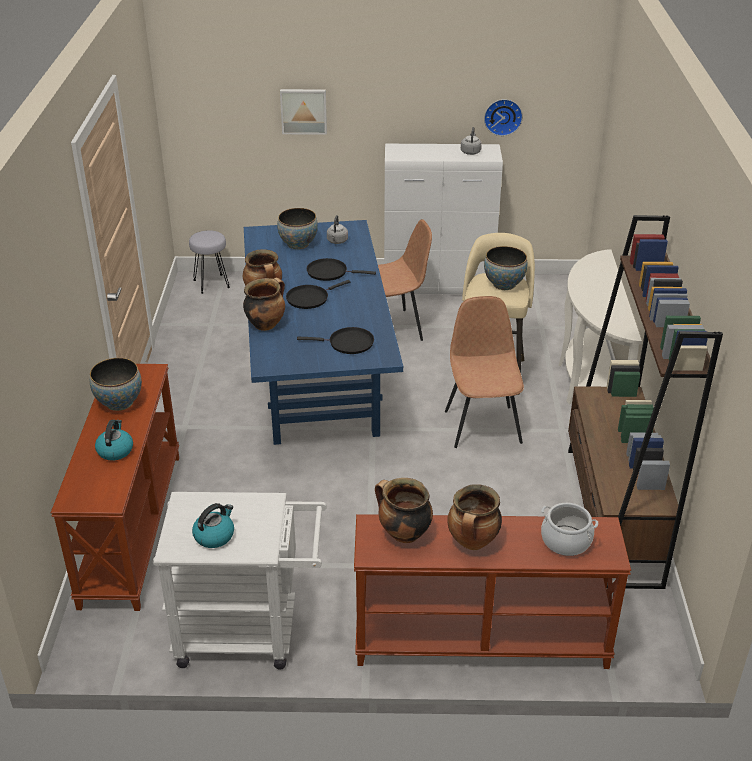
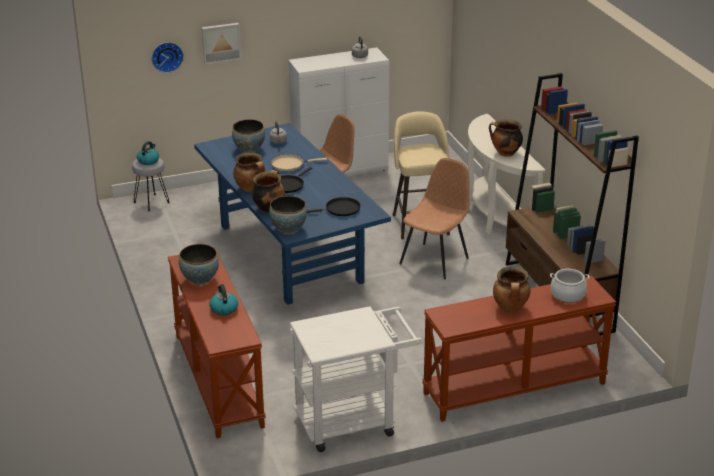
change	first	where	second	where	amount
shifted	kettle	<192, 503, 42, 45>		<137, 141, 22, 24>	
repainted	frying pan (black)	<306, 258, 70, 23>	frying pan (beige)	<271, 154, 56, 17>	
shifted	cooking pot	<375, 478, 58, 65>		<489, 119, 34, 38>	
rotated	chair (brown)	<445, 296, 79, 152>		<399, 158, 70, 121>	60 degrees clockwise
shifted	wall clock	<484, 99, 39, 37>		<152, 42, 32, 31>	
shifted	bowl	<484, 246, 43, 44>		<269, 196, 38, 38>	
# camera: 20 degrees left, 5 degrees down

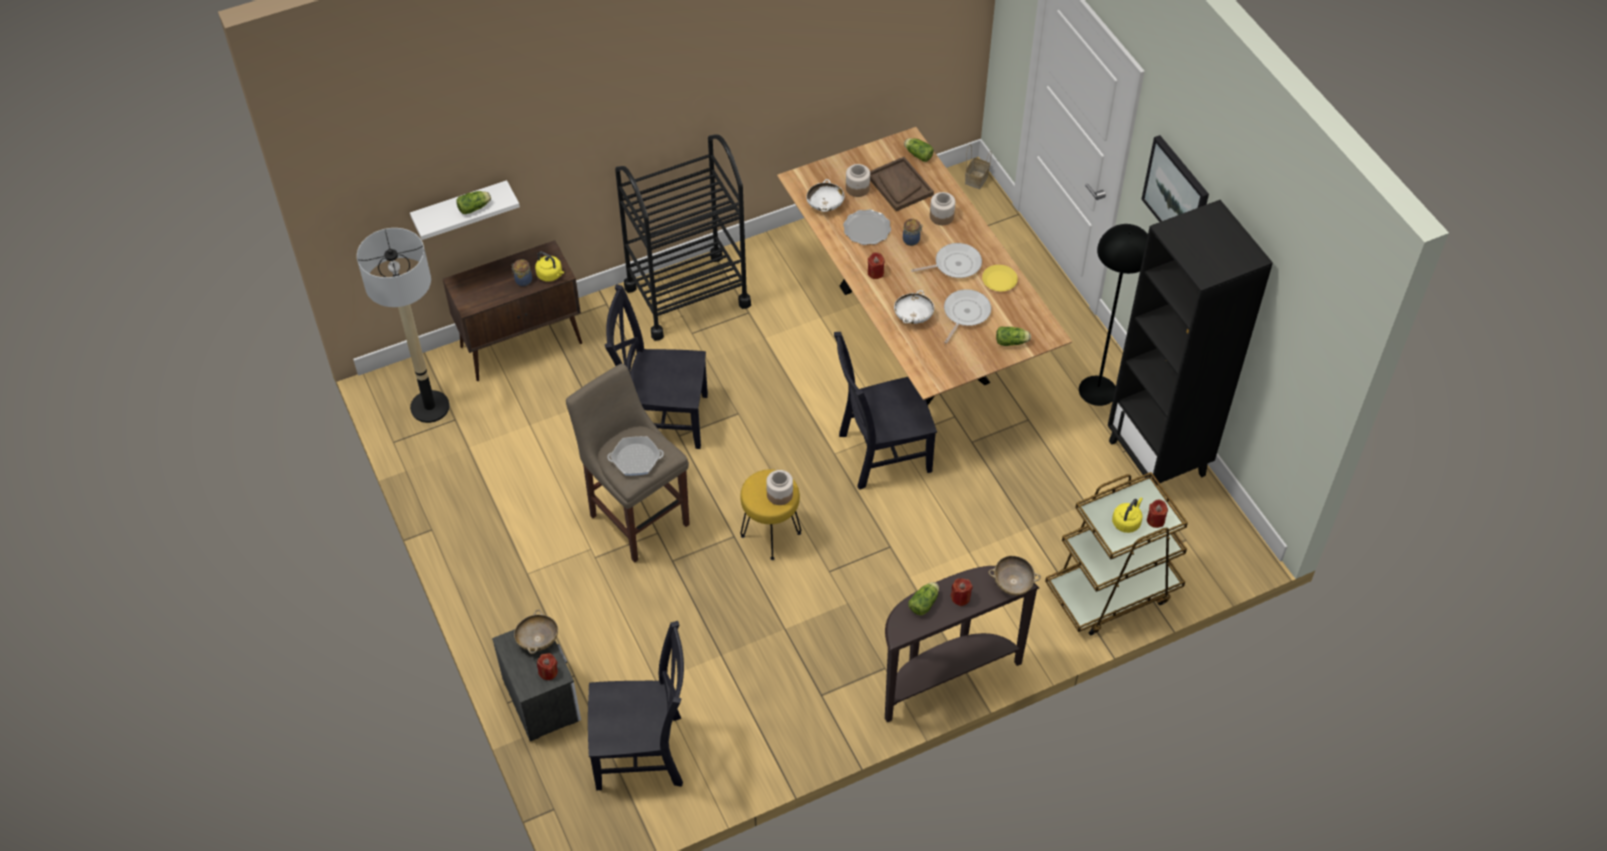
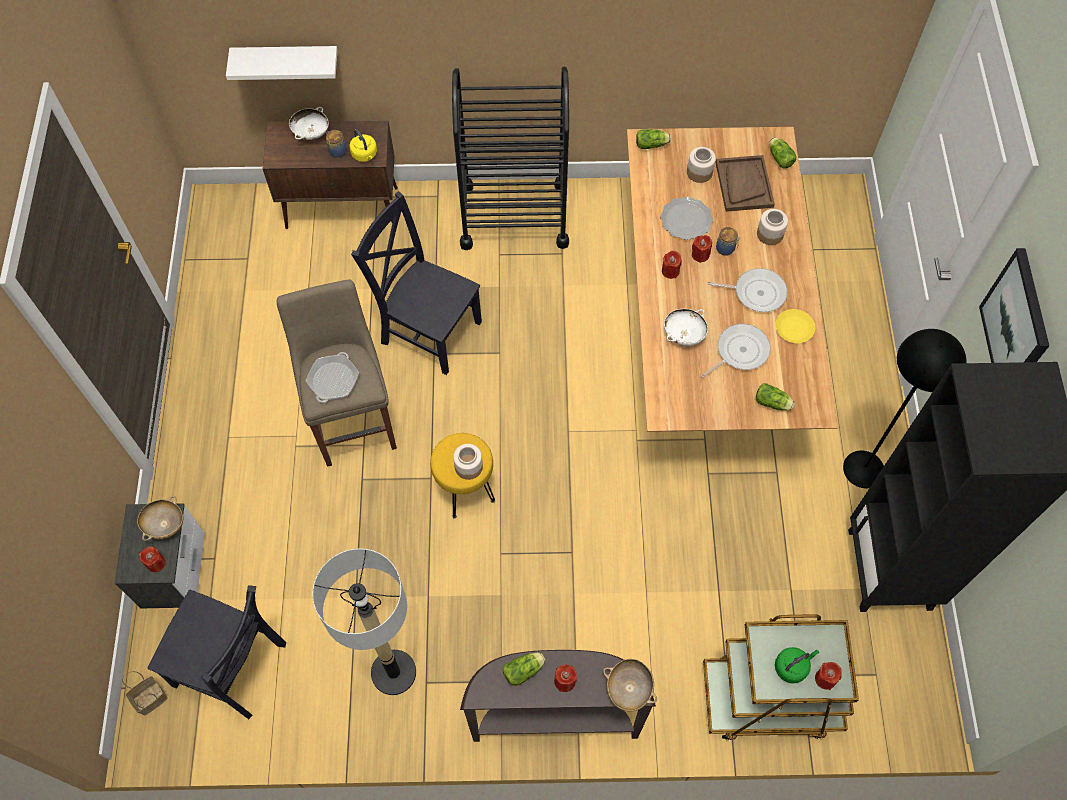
change	first	where	second	where	amount
shifted	floor lamp	<357, 228, 93, 195>		<312, 549, 104, 146>	
shifted	lettuce	<457, 191, 34, 23>		<636, 129, 35, 20>	
rotated	frying pan	<607, 436, 57, 40>		<306, 352, 53, 51>	90 degrees counterclockwise
shifted	bowl (white)	<806, 179, 38, 33>		<289, 107, 40, 33>	
gone	chair (black)	<834, 332, 103, 158>			
shifted	basket	<965, 144, 26, 45>		<122, 671, 46, 45>	
repainted	kettle (yellow)	<1112, 497, 31, 36>	kettle (green)	<775, 647, 44, 37>	
new			candle (red)	<692, 235, 20, 28>	
# camera: 25 degrees right, 10 degrees up

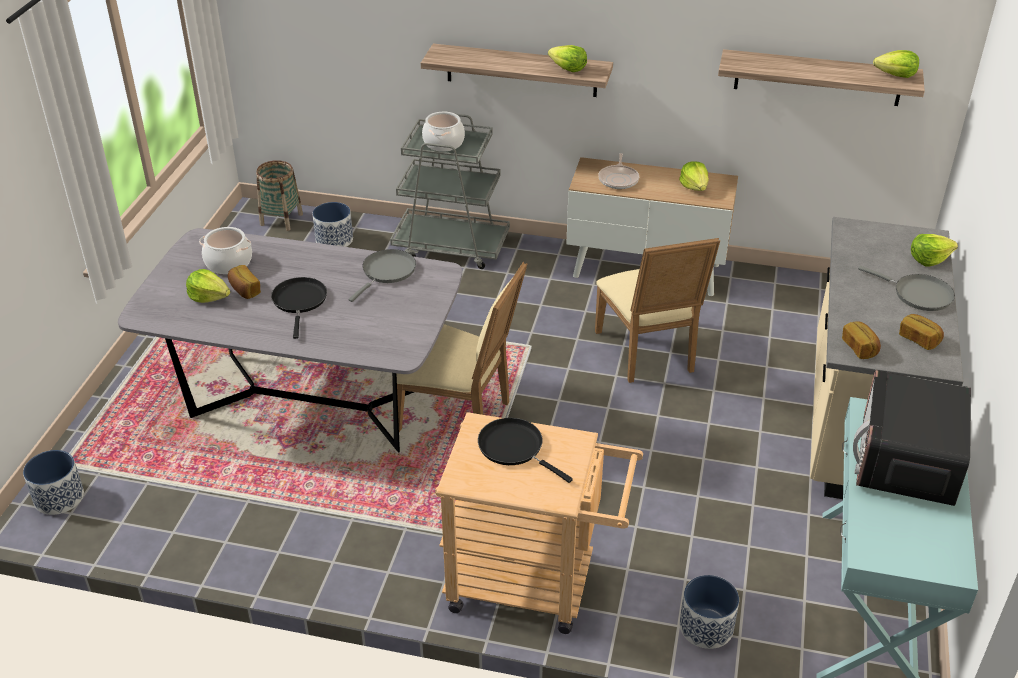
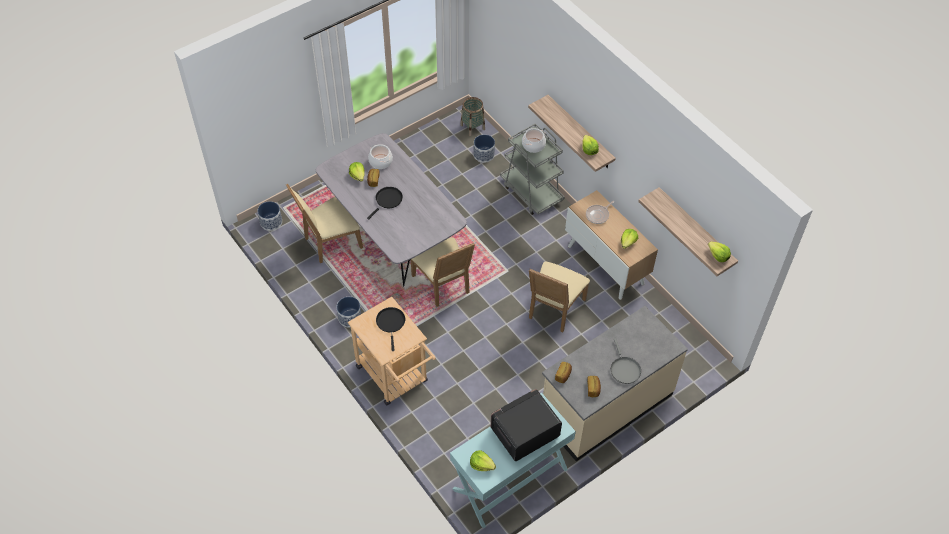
change	first	where	second	where	amount
gone	frying pan (grey)	<348, 249, 68, 53>			
shifted	planter	<680, 575, 59, 74>		<336, 297, 25, 30>	
shifted	lettuce	<911, 234, 47, 32>		<470, 450, 26, 21>	
new			chair (beige)	<286, 183, 77, 80>	
# camera: 40 degrees right, 15 degrees up

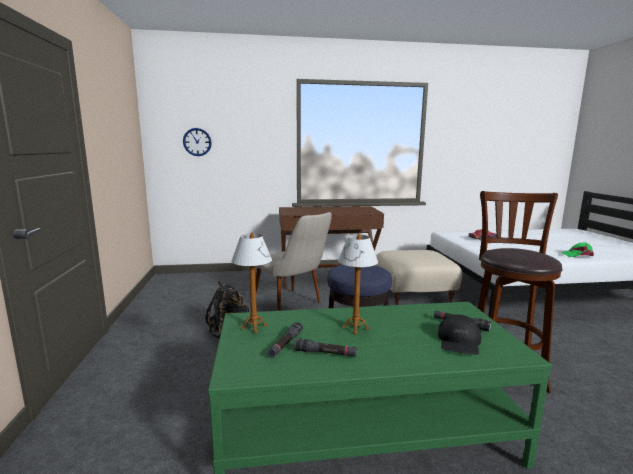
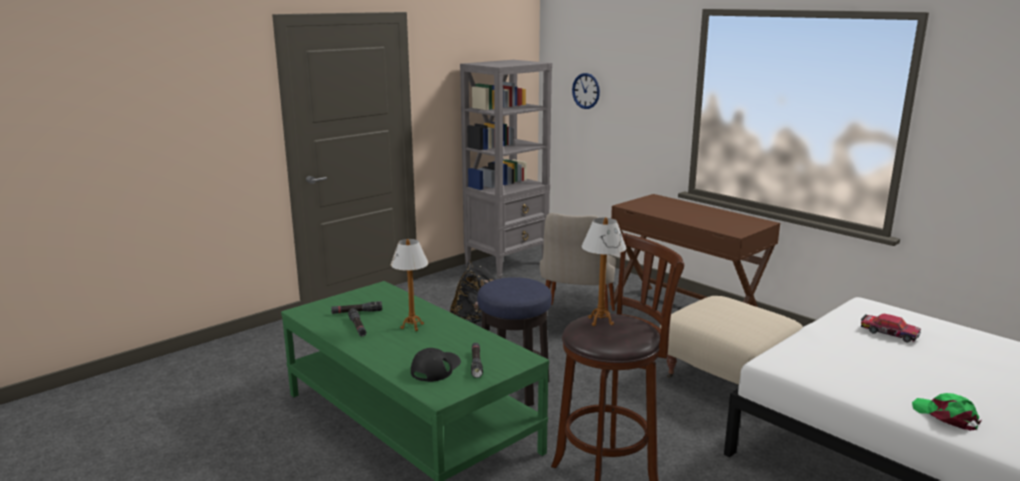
change	first	where	second	where	amount
shifted	table lamp	<232, 233, 40, 100>		<582, 217, 44, 109>	
rotated	cap (black)	<438, 314, 44, 41>		<411, 348, 50, 34>	135 degrees clockwise
new			bookcase (grey)	<460, 60, 92, 219>	
# camera: 55 degrees right, 5 degrees up

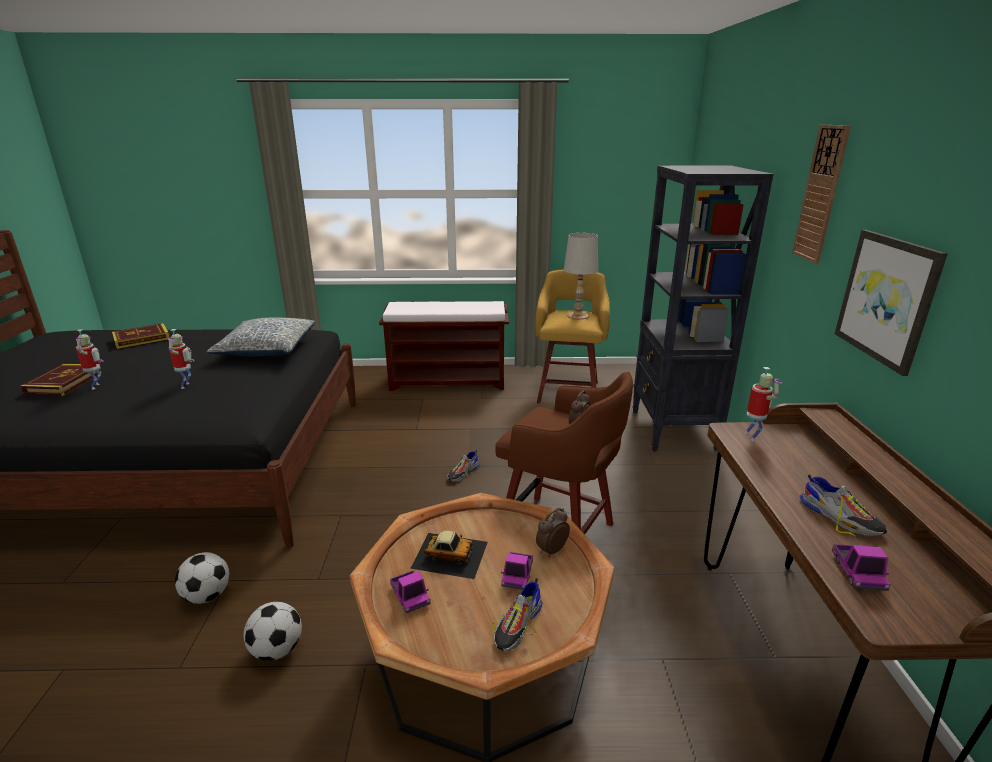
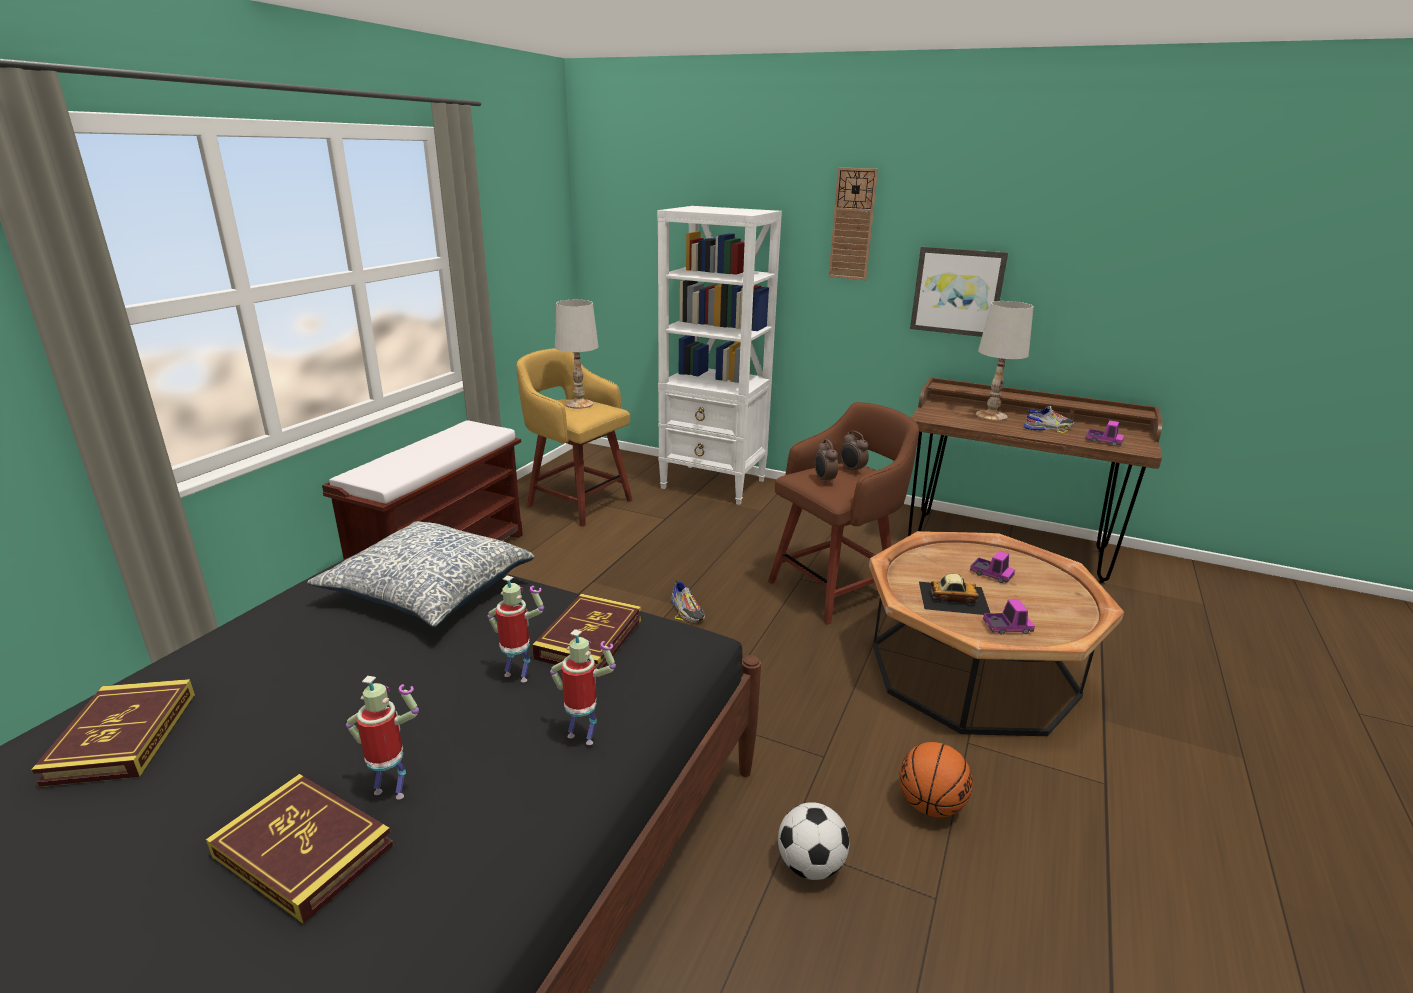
change	first	where	second	where	amount
swapped	football	<244, 602, 58, 59>	basketball	<899, 742, 74, 75>	
rotated	toy car	<410, 530, 78, 49>		<919, 574, 71, 41>	60 degrees clockwise
gone	shoe	<492, 578, 51, 73>			
shifted	alarm clock	<536, 508, 34, 49>		<815, 439, 23, 45>	
repainted	bookcase (black)	<633, 166, 141, 285>	bookcase (white)	<657, 206, 125, 299>	
shifted	toy robot	<745, 367, 37, 74>		<550, 629, 66, 116>	
new			book	<532, 594, 109, 75>	
new			table lamp (white)	<976, 301, 58, 120>	
# camera: 65 degrees left, 0 degrees up

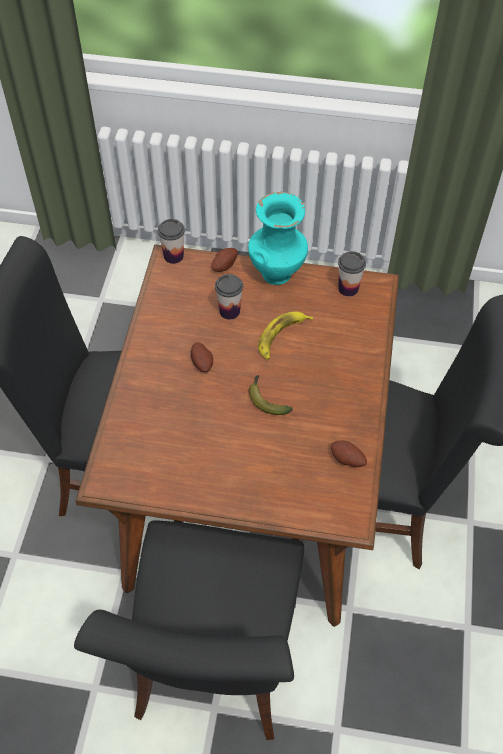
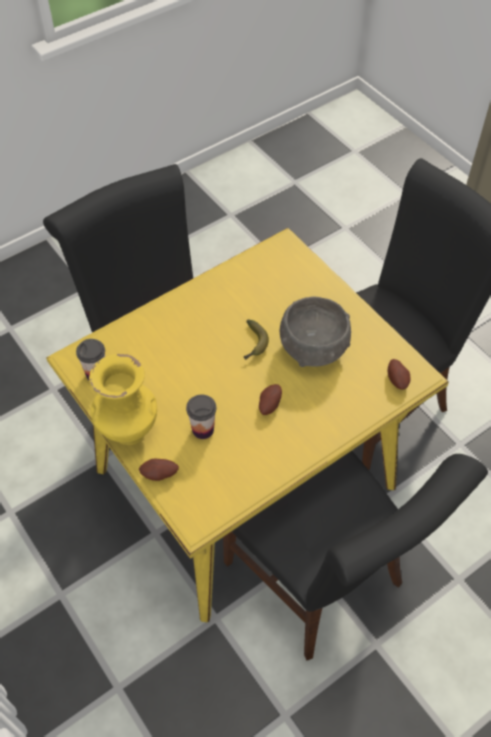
change	first	where	second	where	amount
repainted	dining table (brown)	<76, 244, 323, 383>	dining table (yellow)	<46, 228, 403, 394>	
gone	cup	<158, 219, 27, 45>			
repainted	vase (turquoise)	<248, 192, 60, 93>	vase (yellow)	<89, 354, 68, 91>	
gone	banana	<258, 311, 55, 49>			
shifted	potato	<331, 440, 36, 27>		<388, 359, 23, 31>	
new			bowl (grey)	<279, 296, 72, 71>	
# camera: 135 degrees left, 0 degrees up

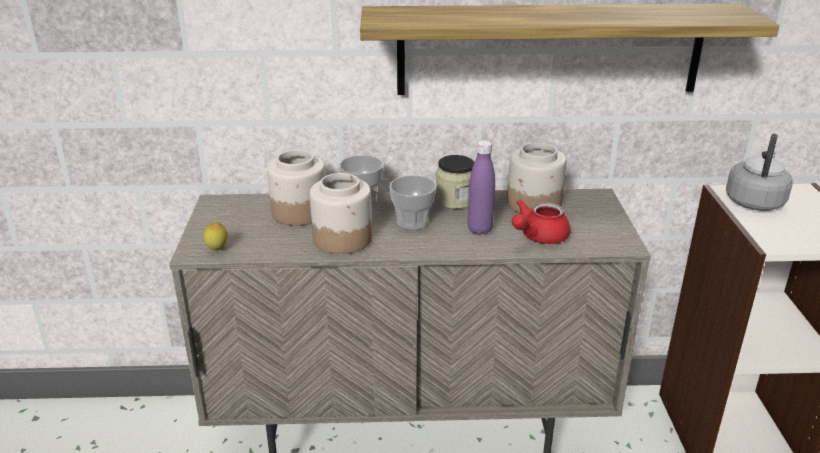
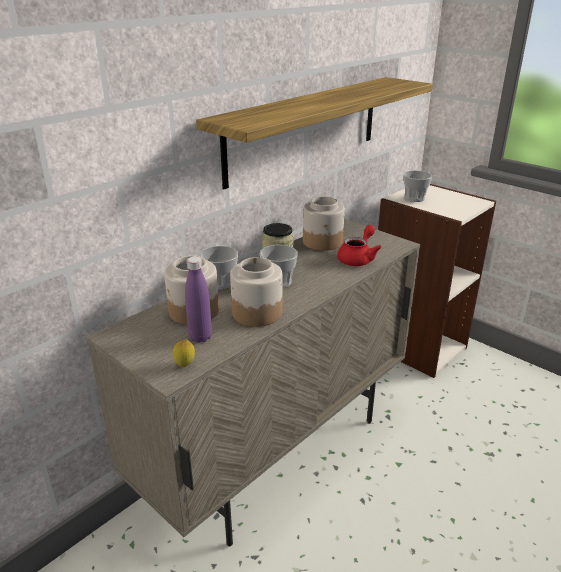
change	first	where	second	where	amount
shifted	bottle (purple)	<468, 140, 27, 95>		<185, 256, 27, 87>	
rotated	teapot (red)	<512, 200, 59, 44>		<337, 225, 45, 41>	150 degrees counterclockwise
swapped	kettle (grey)	<726, 134, 67, 77>	cup	<403, 170, 29, 32>	
# camera: 45 degrees left, 0 degrees up

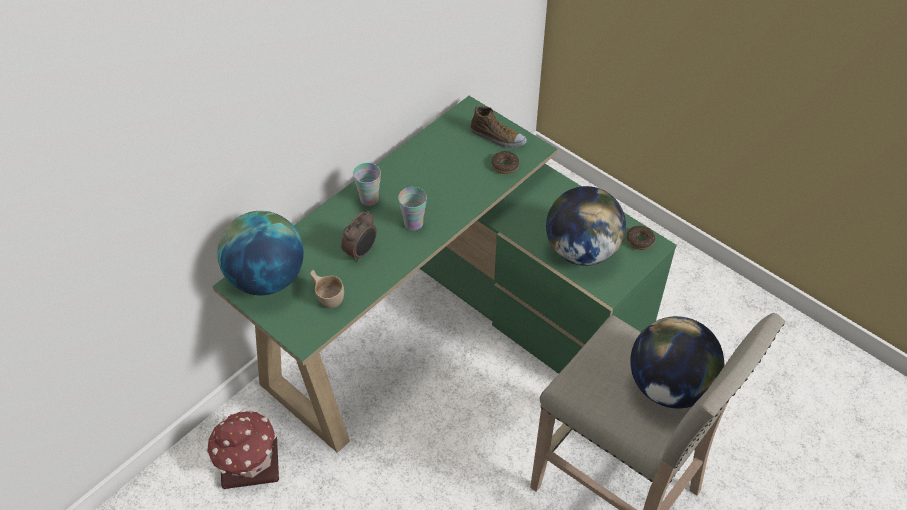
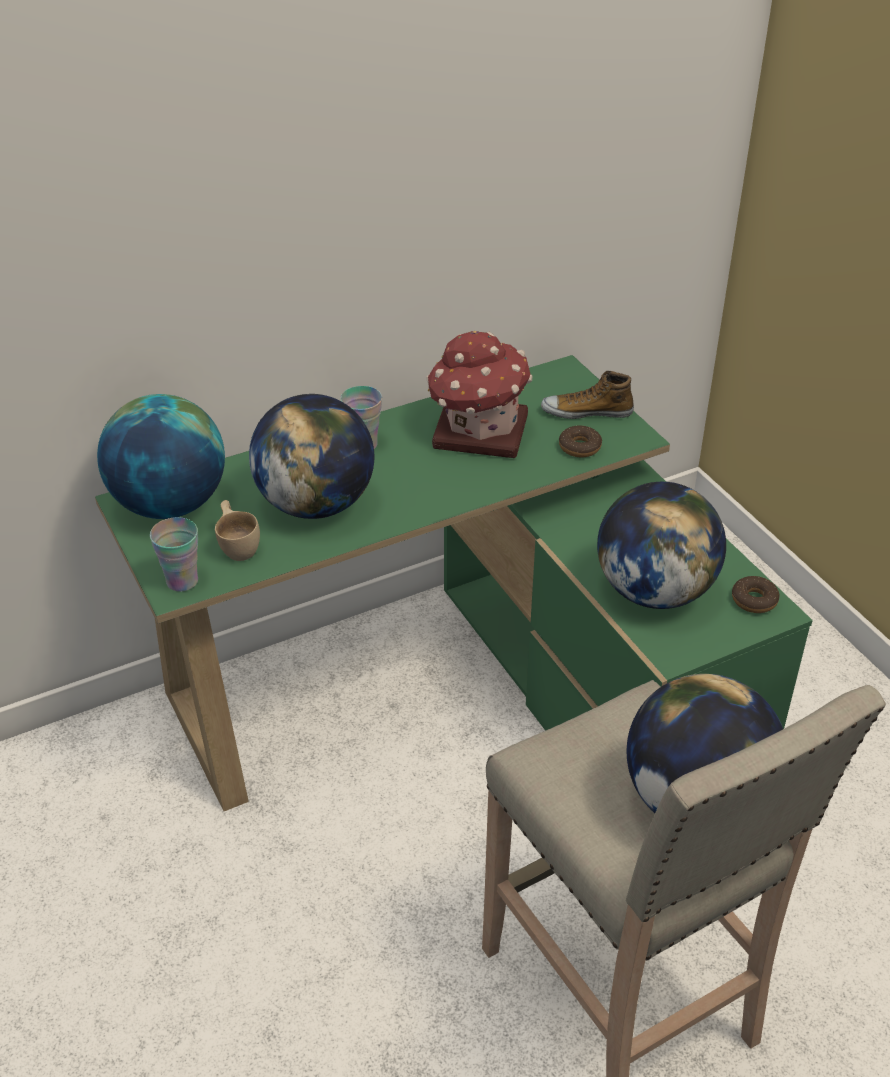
change	first	where	second	where	amount
shifted	toy house	<207, 409, 72, 80>		<426, 331, 106, 127>	
swapped	alarm clock	<341, 211, 36, 51>	globe	<249, 394, 125, 125>	
shifted	cup	<398, 187, 29, 43>		<150, 517, 48, 75>	
rotated	shoe	<470, 106, 57, 42>		<541, 371, 93, 48>	135 degrees clockwise
# camera: 20 degrees right, 10 degrees down

